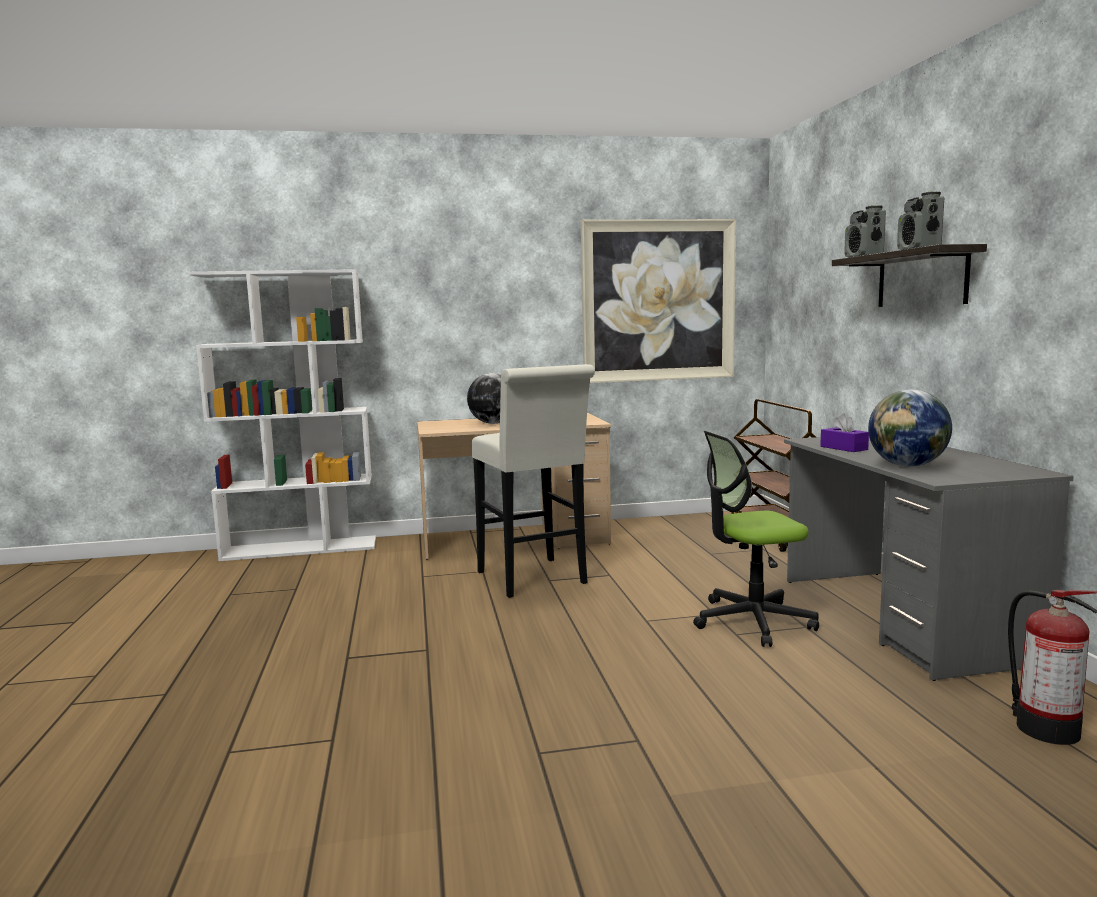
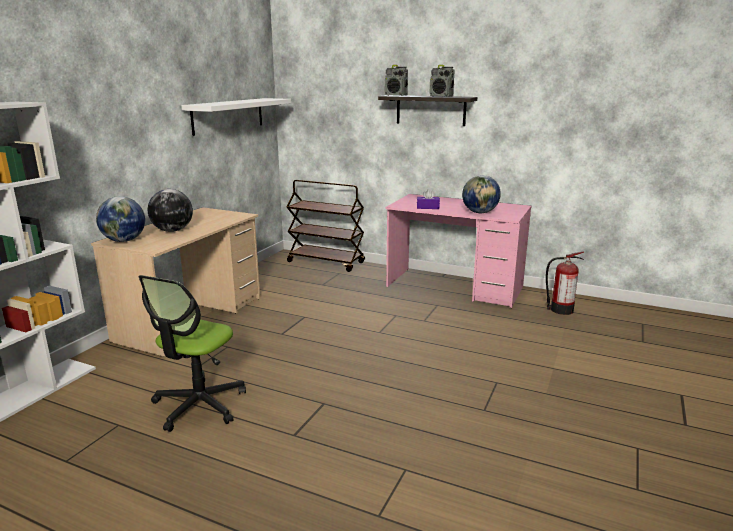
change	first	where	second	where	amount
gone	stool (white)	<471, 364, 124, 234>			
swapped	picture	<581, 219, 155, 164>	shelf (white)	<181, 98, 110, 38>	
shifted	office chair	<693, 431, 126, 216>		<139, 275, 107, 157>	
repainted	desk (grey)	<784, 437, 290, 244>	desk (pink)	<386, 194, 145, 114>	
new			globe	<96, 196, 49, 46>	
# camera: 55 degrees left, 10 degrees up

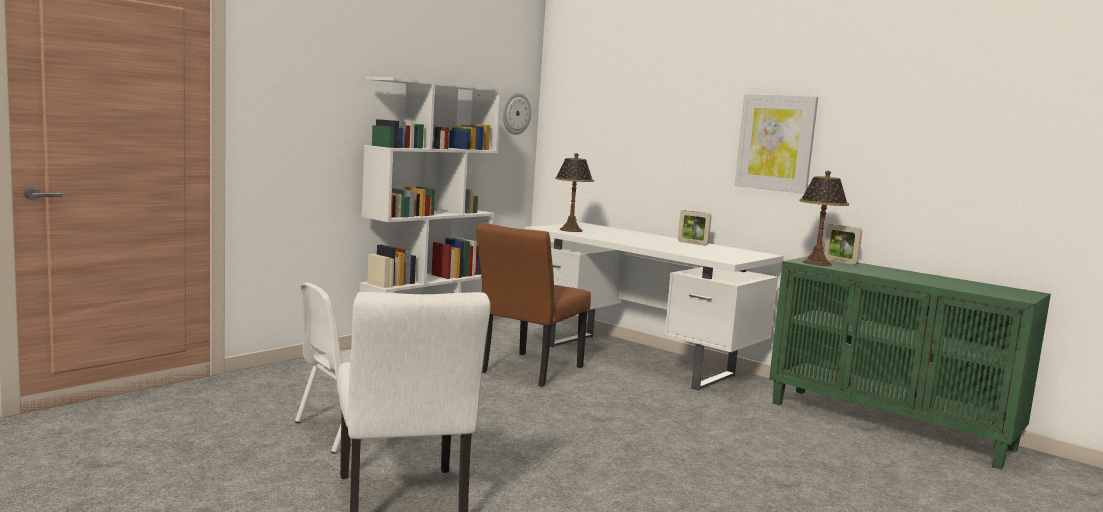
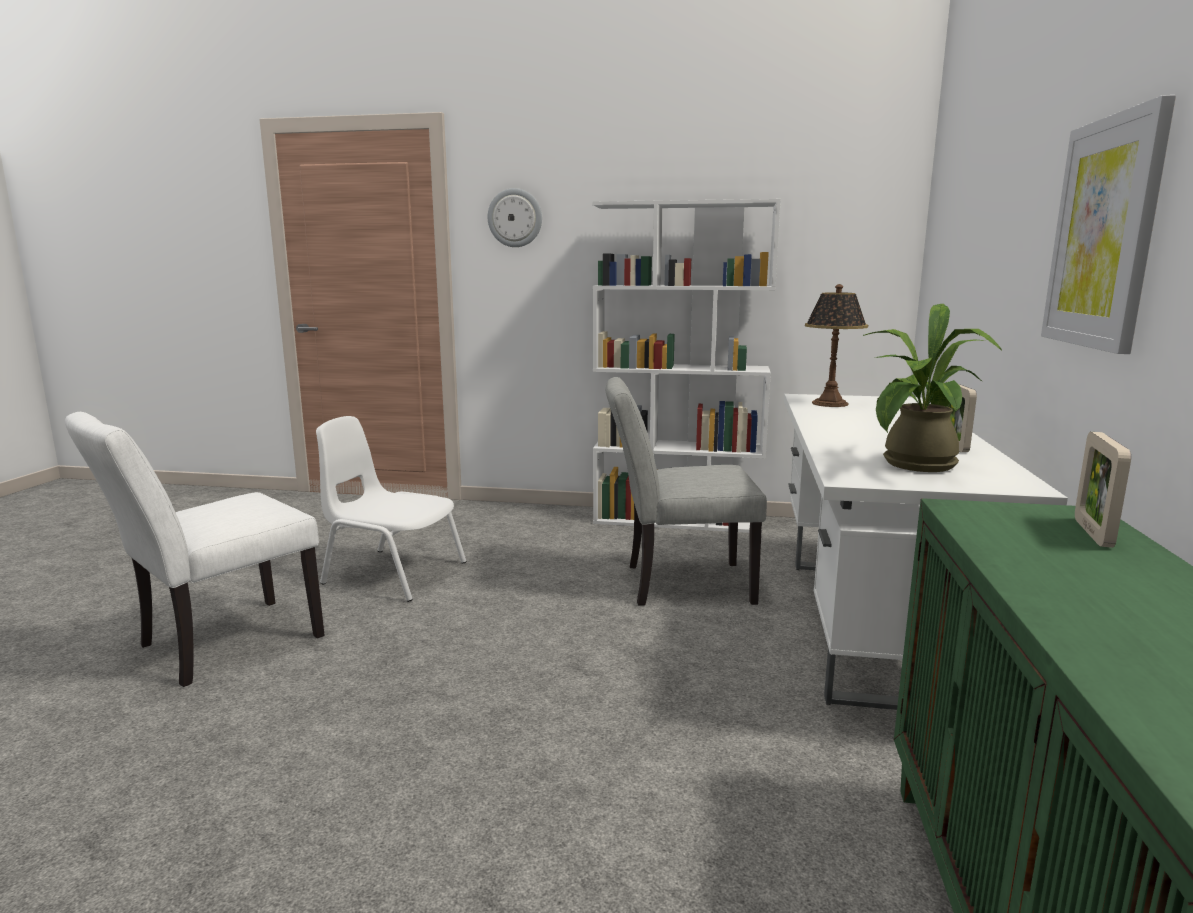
change	first	where	second	where	amount
repainted	chair (brown)	<476, 223, 115, 164>	chair (grey)	<606, 377, 161, 229>	
shifted	wall clock	<502, 92, 29, 43>		<488, 188, 54, 59>	
gone	table lamp	<800, 171, 49, 95>			
new			potted plant	<863, 304, 139, 168>	
# camera: 60 degrees right, 5 degrees up

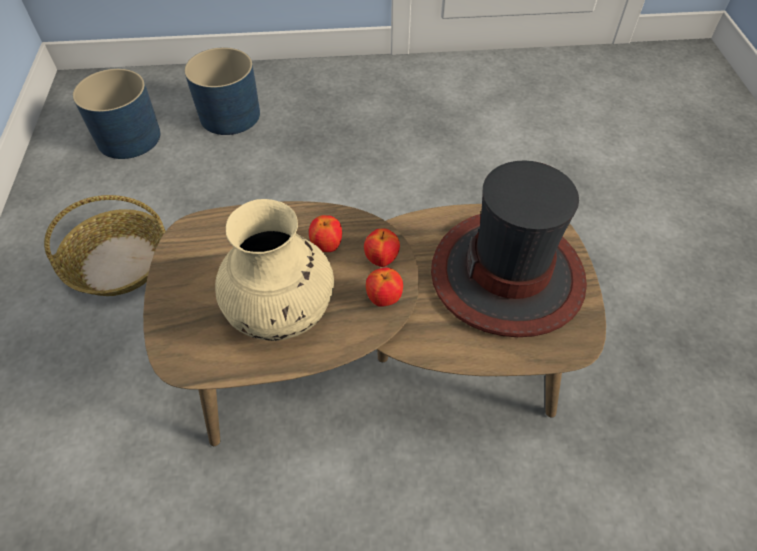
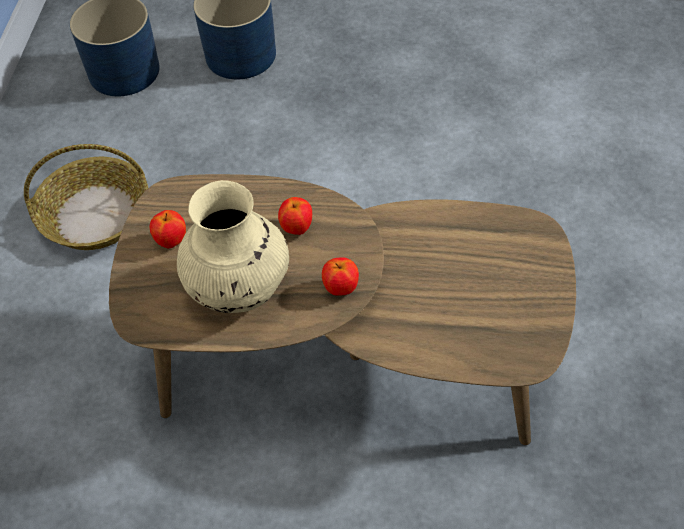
change	first	where	second	where	amount
shifted	apple	<364, 228, 36, 39>		<149, 210, 37, 38>	
gone	hat	<431, 160, 156, 177>			
# camera: 15 degrees right, 0 degrees up

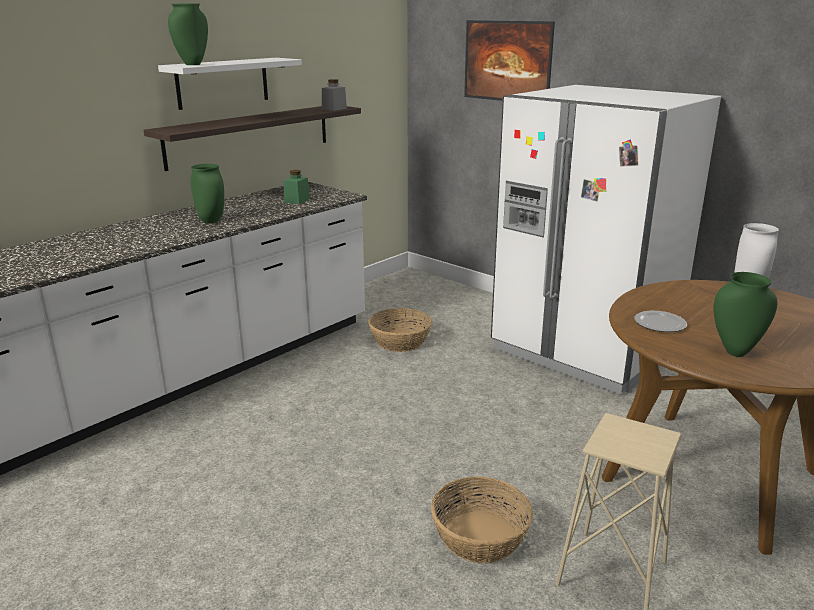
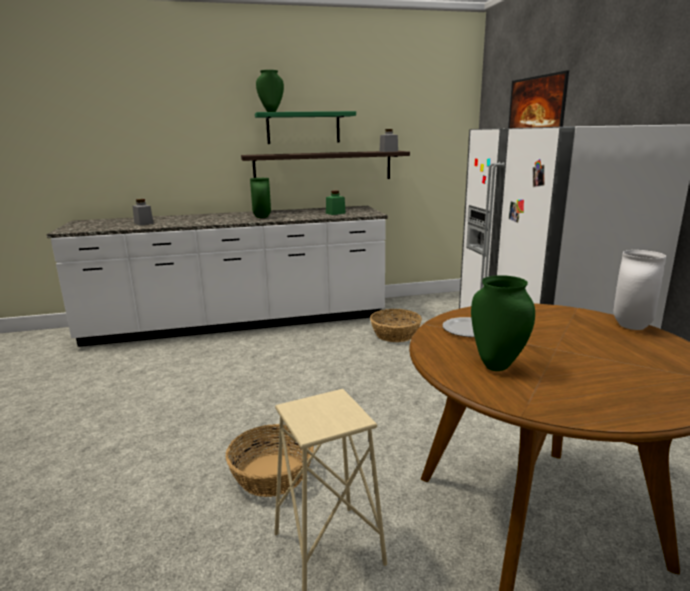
change	first	where	second	where	amount
repainted	shelf (white)	<158, 58, 144, 52>	shelf (green)	<255, 111, 101, 33>	
new			jar (grey)	<133, 199, 21, 26>	
# camera: 35 degrees right, 5 degrees down

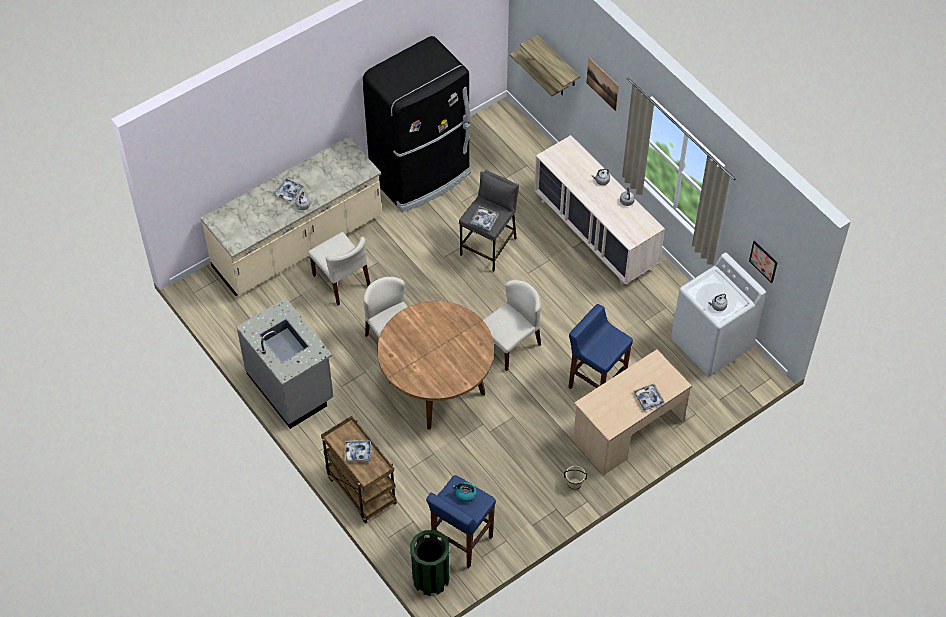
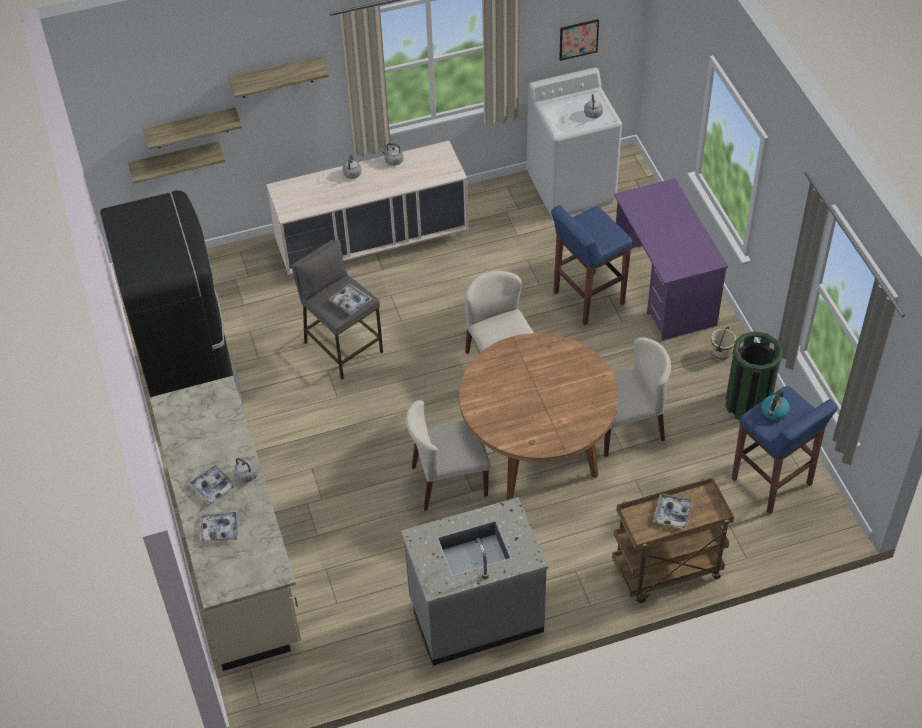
change	first	where	second	where	amount
shifted	chair (beige)	<308, 232, 62, 73>		<604, 337, 67, 120>	
shifted	trash can (green)	<410, 530, 39, 66>		<725, 331, 58, 89>	
repainted	desk (beige)	<573, 349, 119, 127>	desk (purple)	<614, 178, 114, 162>	
swapped	picture	<587, 58, 32, 53>	shelf	<228, 56, 101, 42>	
shifted	tray	<633, 384, 32, 27>		<200, 511, 38, 32>	
# camera: 70 degrees left, 5 degrees down

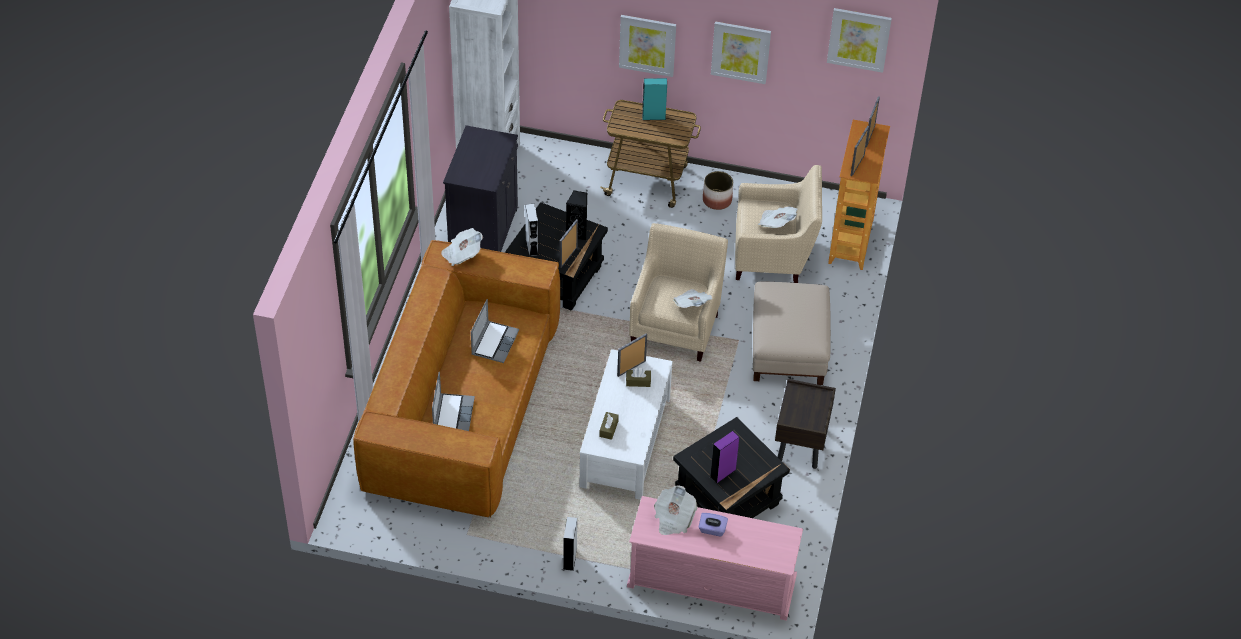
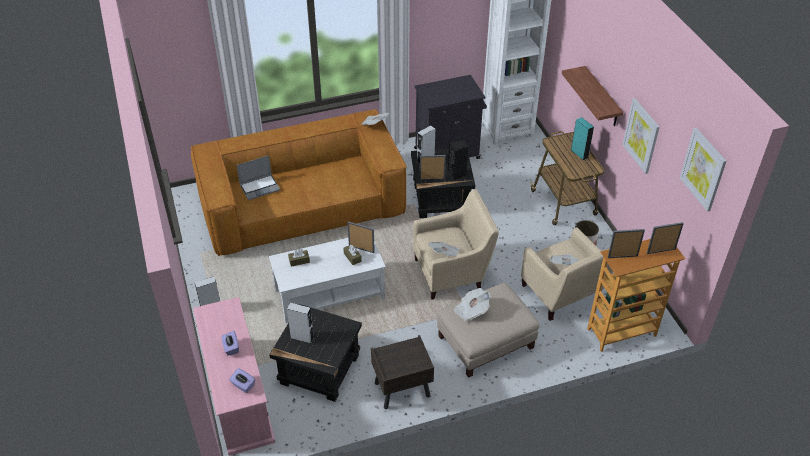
change	first	where	second	where	amount
gone	laptop	<471, 299, 48, 64>			
swapped	picture	<619, 15, 57, 62>	shelf	<562, 66, 61, 60>	
shifted	newspaper	<654, 485, 43, 50>		<453, 288, 38, 34>	
repainted	speaker (purple)	<710, 431, 29, 52>	speaker (grey)	<287, 303, 27, 41>	
new			tissue box (purple)	<229, 368, 26, 25>	
# camera: 60 degrees right, 5 degrees down

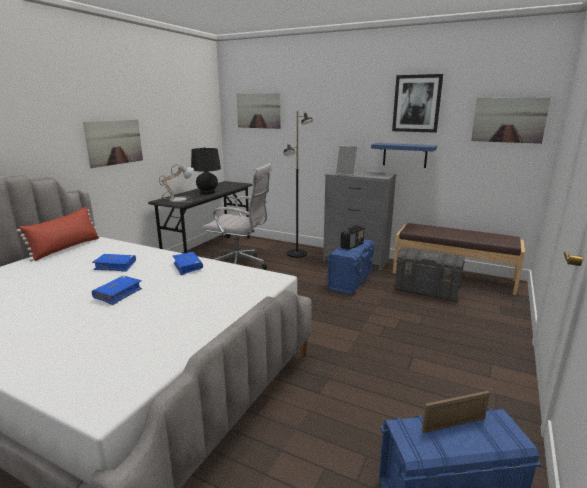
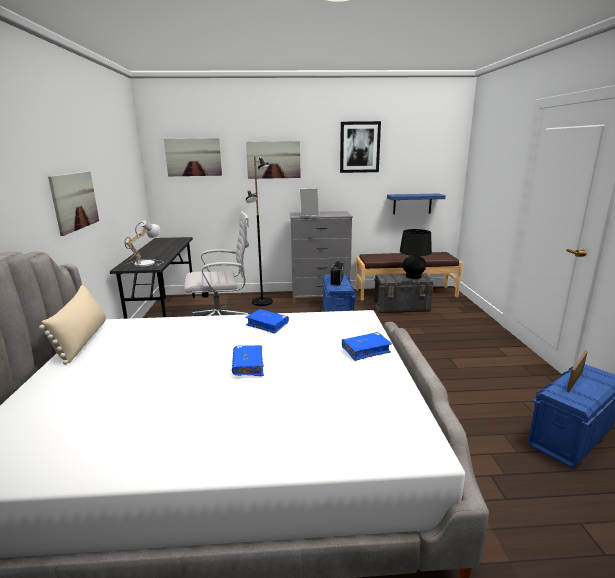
change	first	where	second	where	amount
repainted	pillow (red)	<17, 207, 83, 55>	pillow (beige)	<39, 285, 67, 80>	
shifted	book (blue)	<92, 254, 44, 18>		<342, 332, 50, 29>	
shifted	table lamp (black)	<191, 147, 30, 47>		<400, 229, 32, 50>	
shifted	shelf (blue)	<371, 143, 66, 25>		<387, 194, 59, 20>	
shifted	picture	<471, 97, 80, 47>		<246, 141, 55, 38>	
# camera: 30 degrees left, 0 degrees up

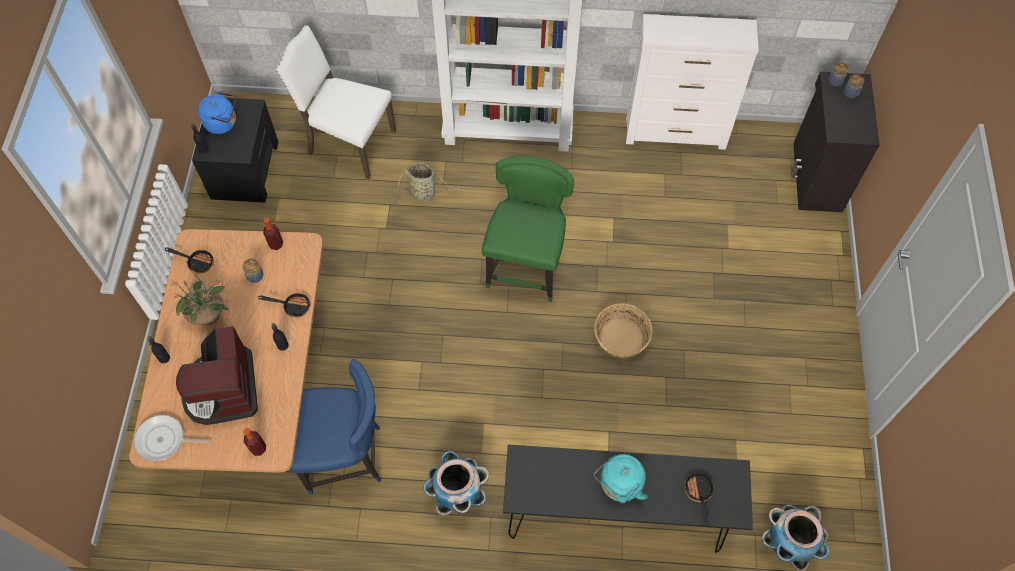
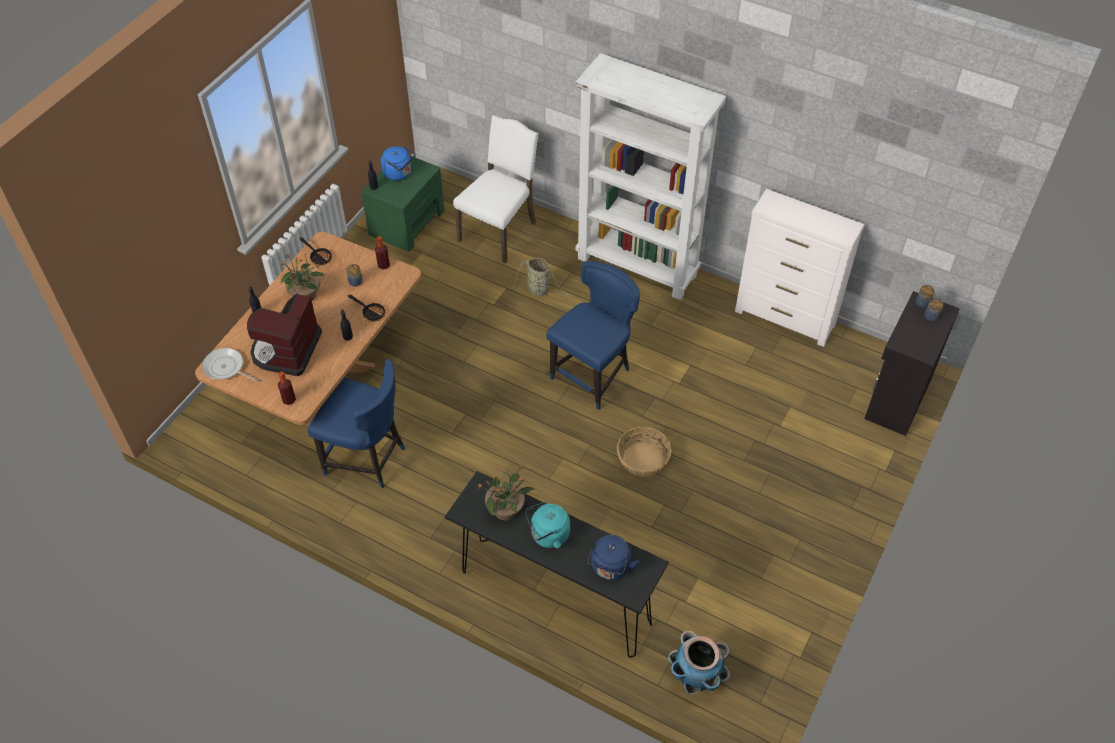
change	first	where	second	where	amount
repainted	nightstand (black)	<192, 98, 86, 105>	nightstand (green)	<361, 155, 84, 97>	
rotated	chair (white)	<275, 25, 121, 154>		<453, 115, 86, 148>	75 degrees clockwise
gone	planter	<423, 451, 66, 65>			
repainted	chair (green)	<482, 156, 92, 146>	chair (blue)	<546, 261, 94, 149>	
swapped	frying pan	<685, 473, 29, 54>	kettle (blue)	<587, 535, 52, 45>	
new			potted plant	<476, 464, 59, 56>	
# camera: 25 degrees right, 10 degrees down

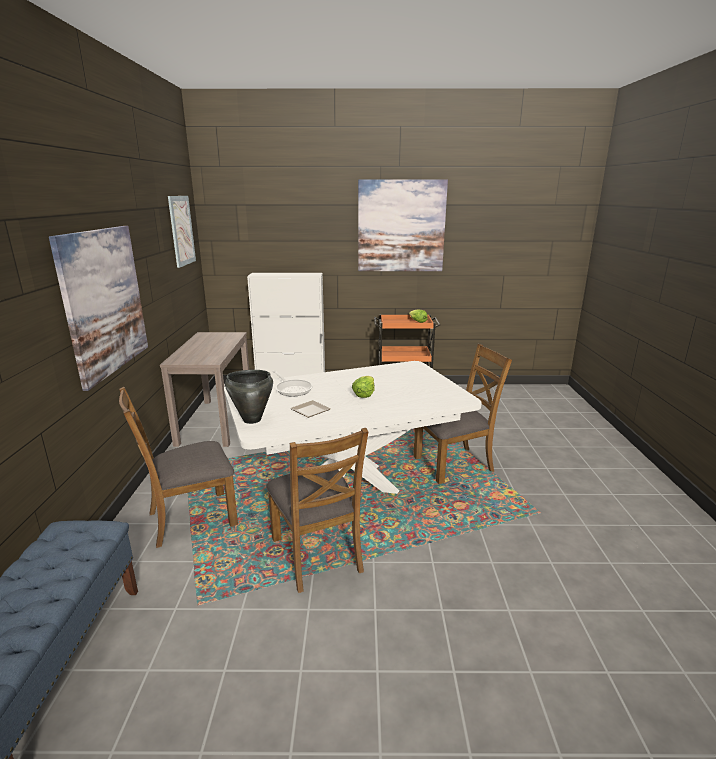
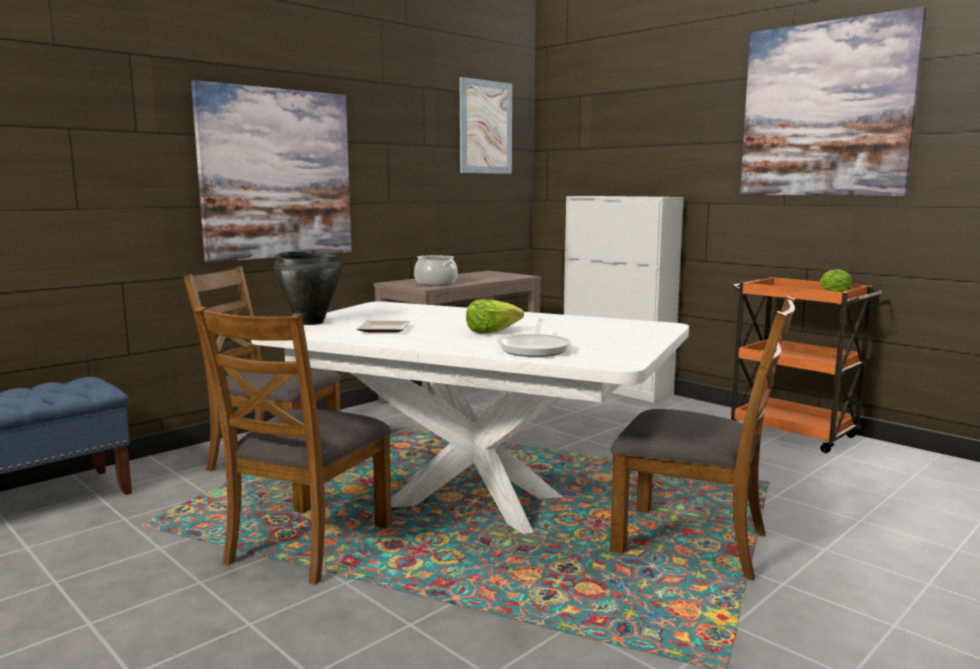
change	first	where	second	where	amount
shifted	frying pan	<272, 370, 41, 26>		<497, 318, 74, 39>	
new			cooking pot	<414, 255, 44, 30>	
# camera: 45 degrees right, 10 degrees down

